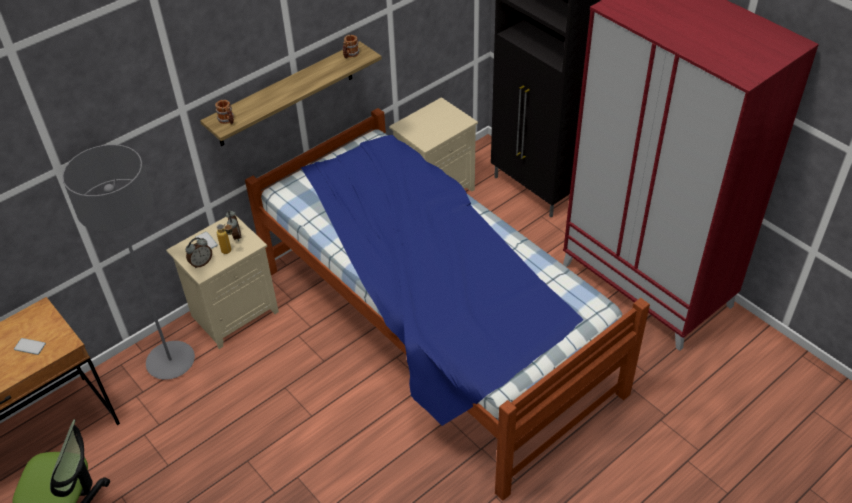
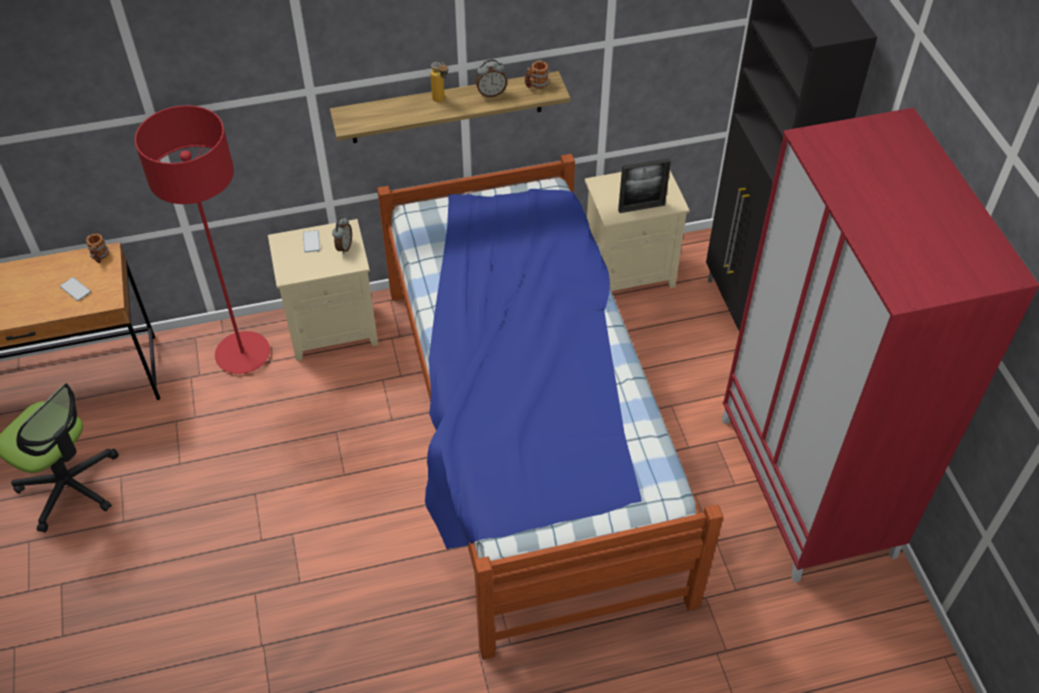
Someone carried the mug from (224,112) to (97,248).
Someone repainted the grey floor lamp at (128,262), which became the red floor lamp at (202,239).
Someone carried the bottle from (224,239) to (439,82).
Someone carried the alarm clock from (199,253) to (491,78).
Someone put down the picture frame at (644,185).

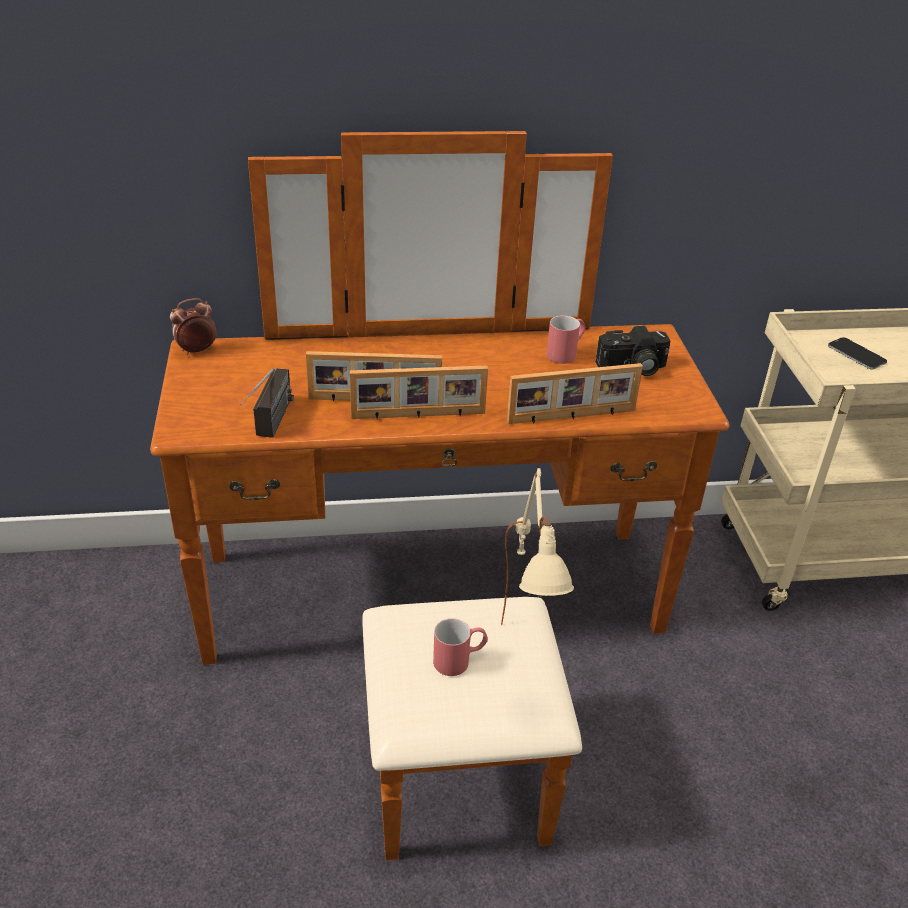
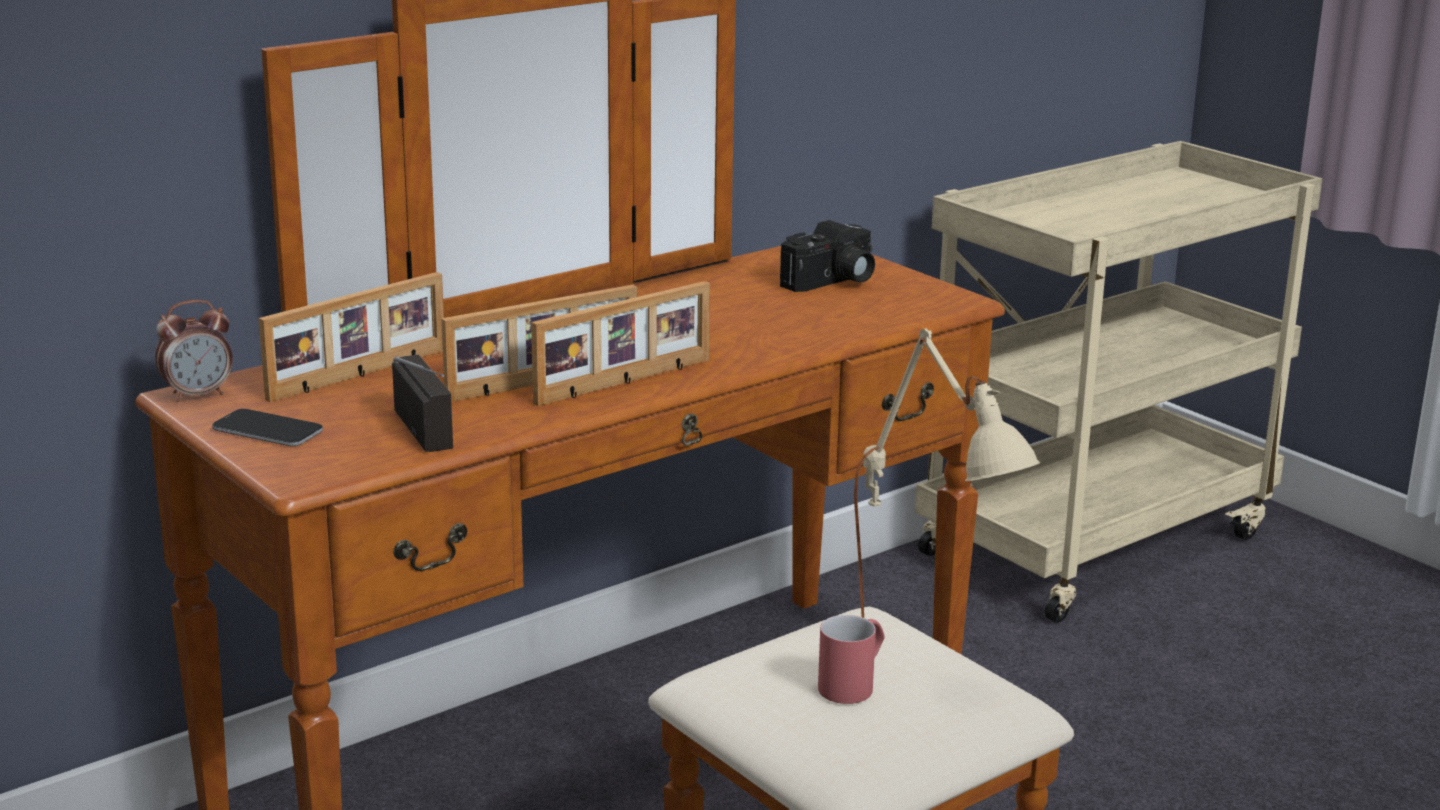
Someone rotated the alarm clock at (193,326) by 150 degrees counterclockwise.
Someone took away the red mug at (566,339).
Someone carried the phone from (857,353) to (267,427).
Someone carried the picture frame from (575,393) to (351,337).

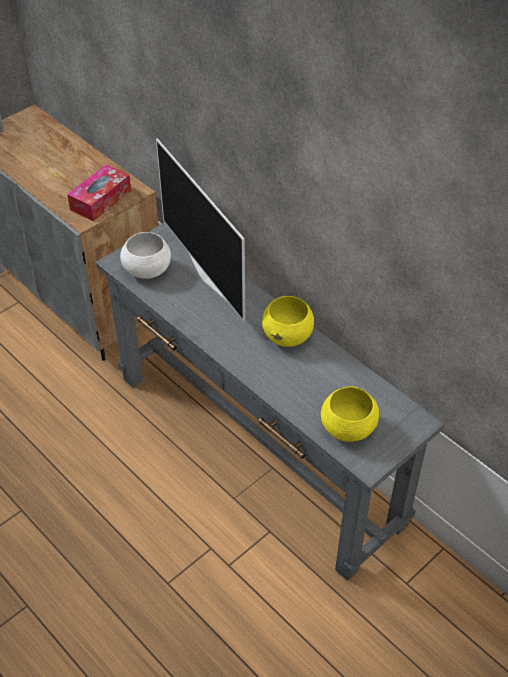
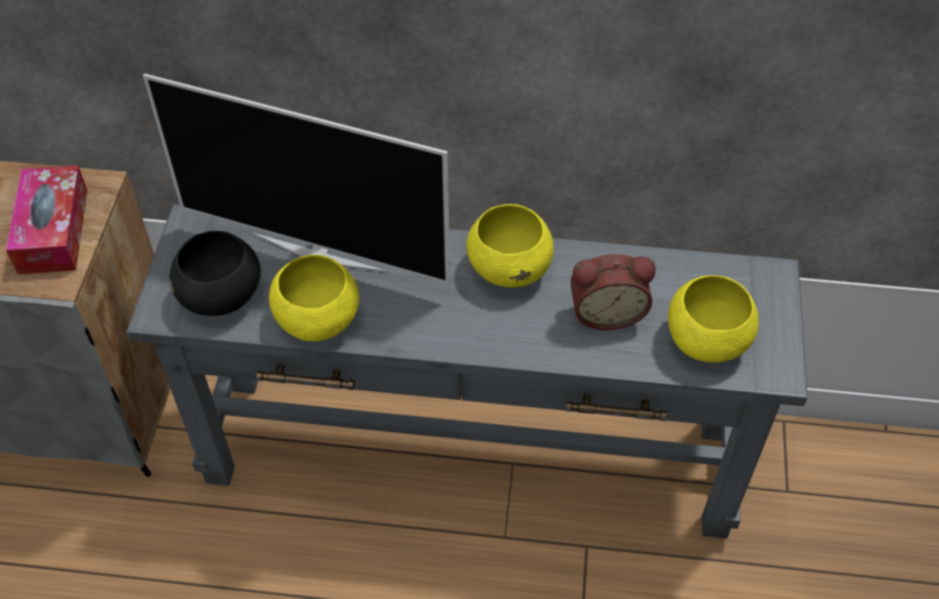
Someone repainted the white bowl at (145,255), which became the black bowl at (215,273).
Someone put down the alarm clock at (613,292).
Someone put down the yellow bowl at (314,298).

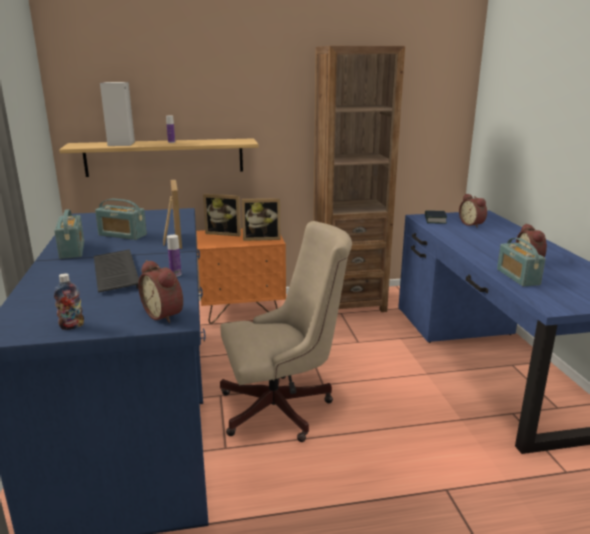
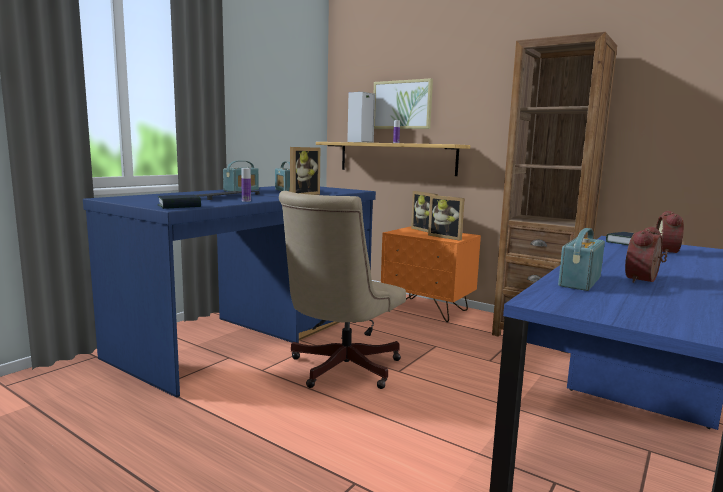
Someone rotated the beige office chair at (286,331) by 90 degrees clockwise.
Someone swapped the alarm clock at (160,291) for the book at (179,202).
Someone took away the bottle at (69,301).
Someone put up the picture at (403,103).

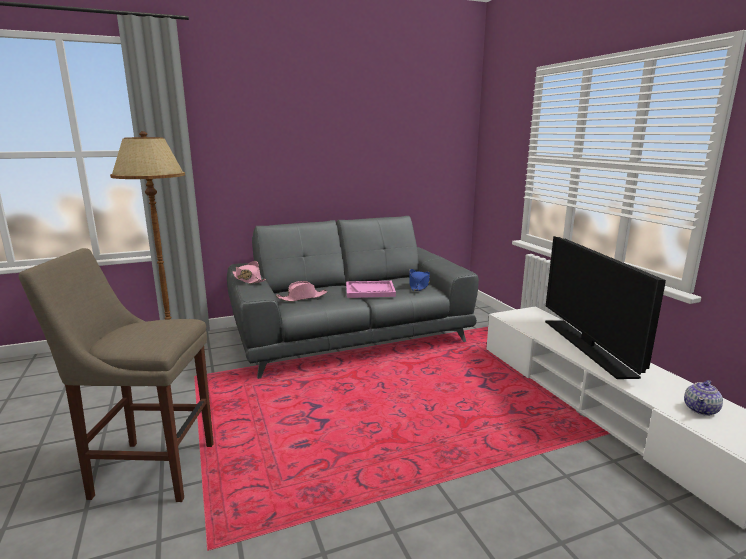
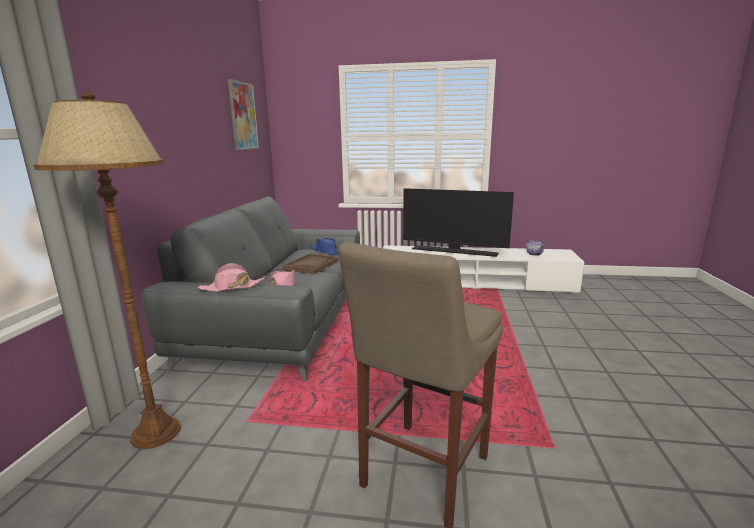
Someone repainted the pink tray at (371,289), which became the brown tray at (311,263).
Someone put up the picture at (243,114).

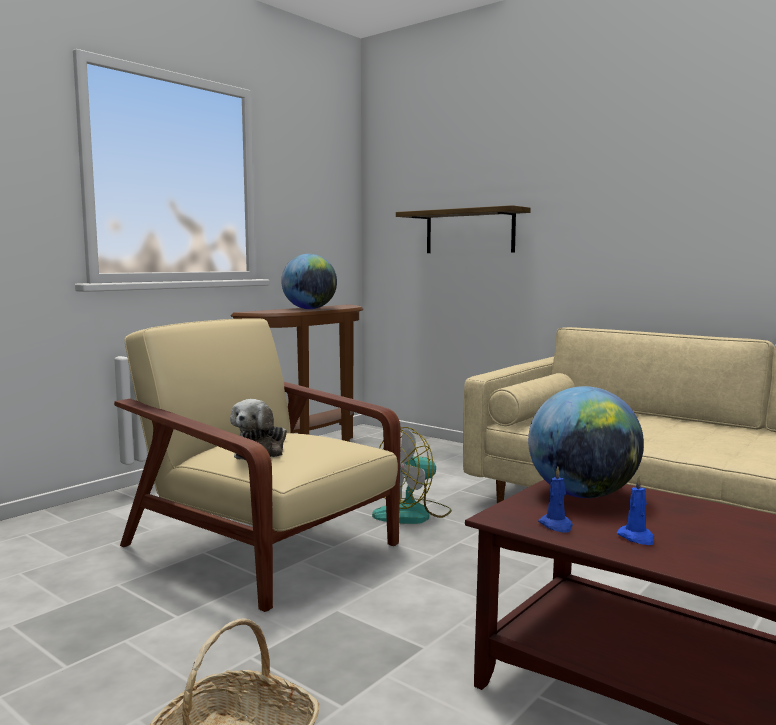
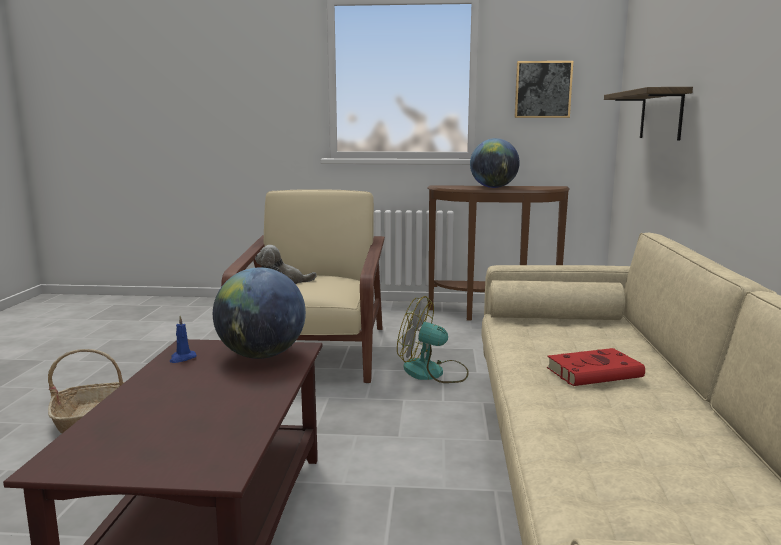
Someone took away the blue candle at (635,510).
Someone put up the picture at (543,89).
Someone put down the red book at (596,367).

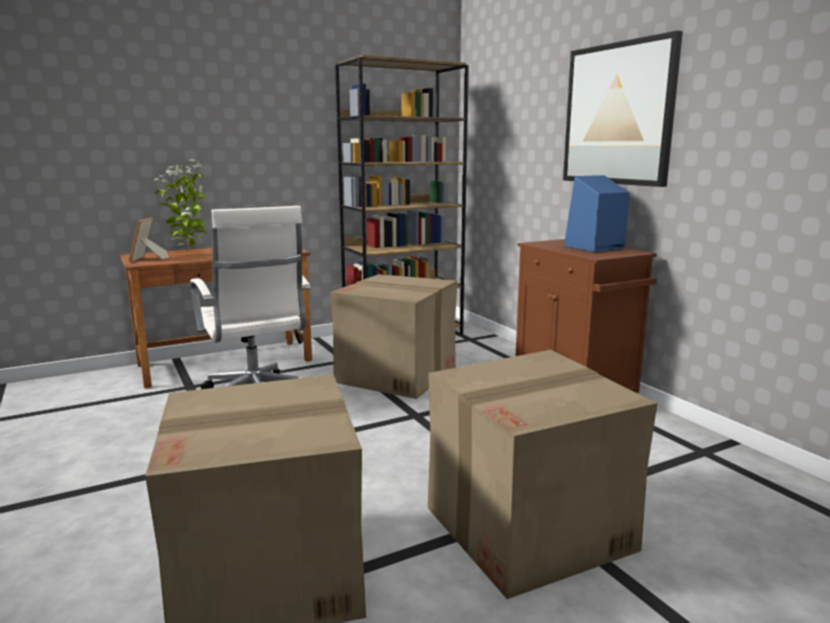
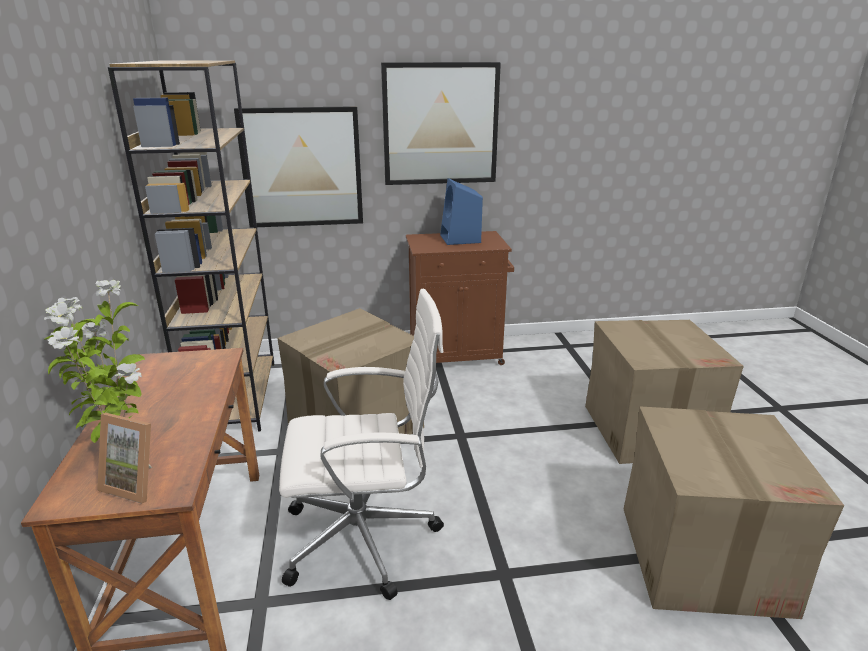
Someone put up the picture at (298,167).

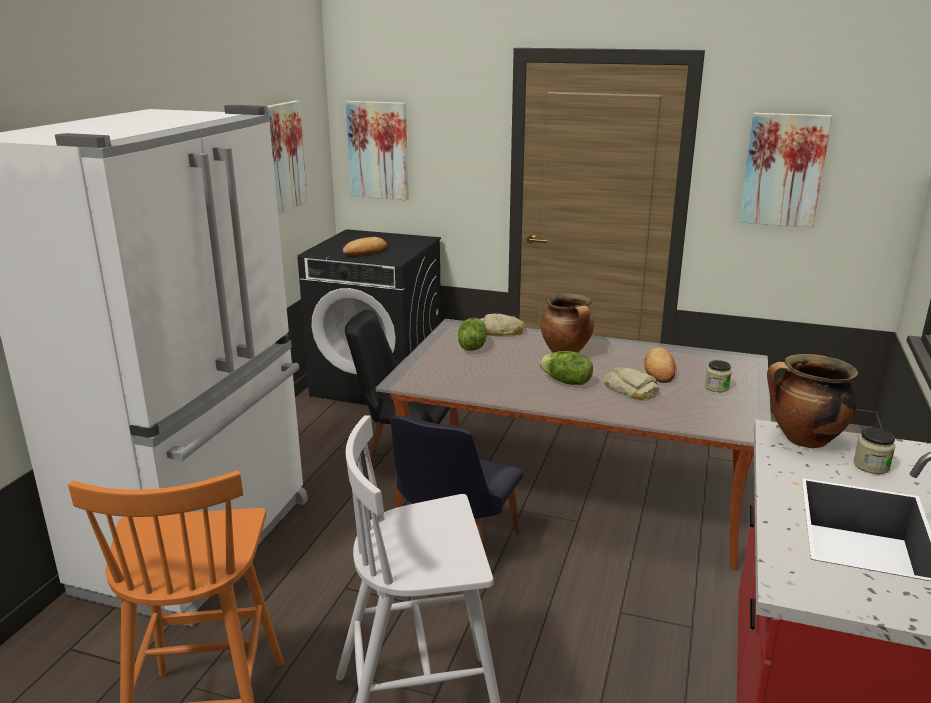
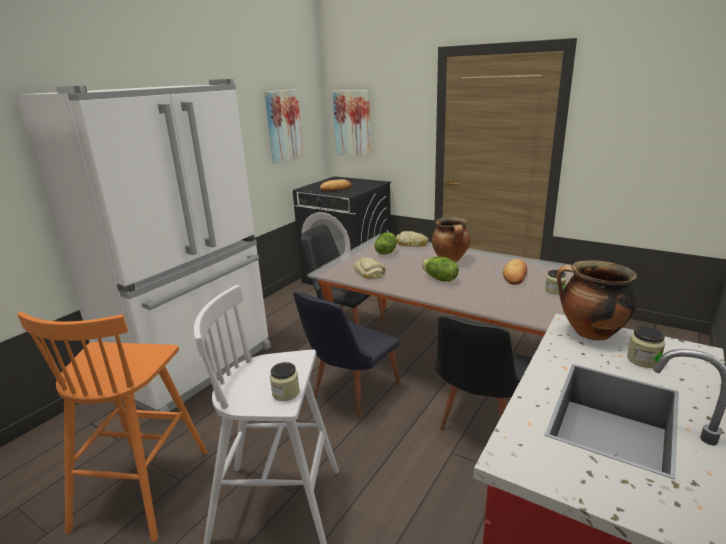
Someone took away the picture at (785,170).
Someone carried the bread from (631,383) to (369,268).
Someone put down the black chair at (483,372).
Someone put down the jar at (284,381).

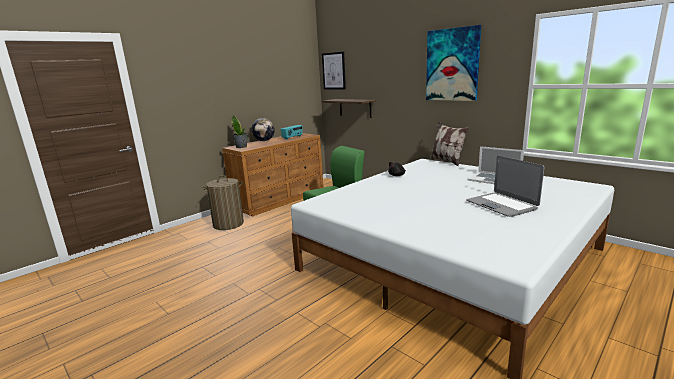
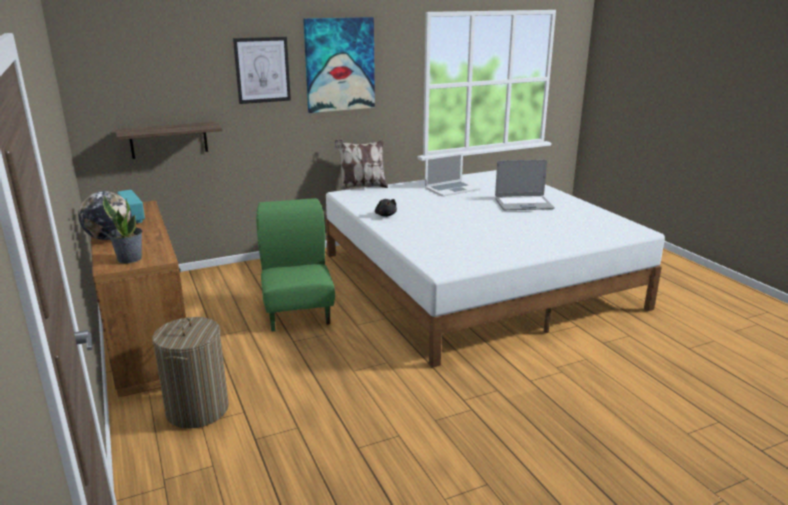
Someone carried the picture from (334,71) to (262,70).

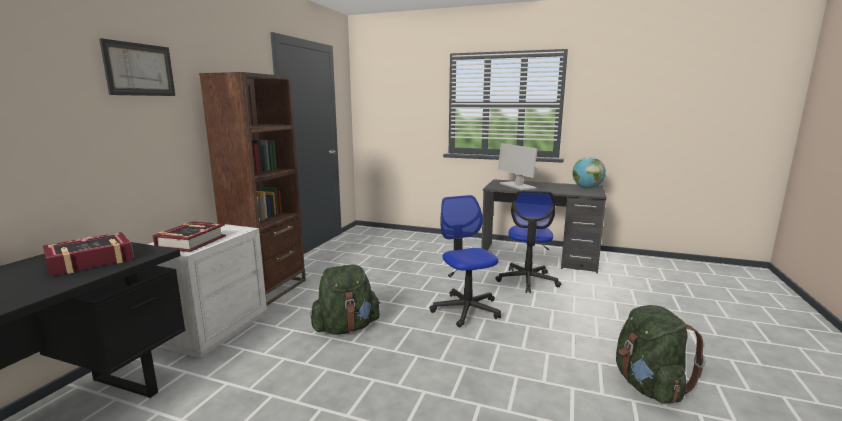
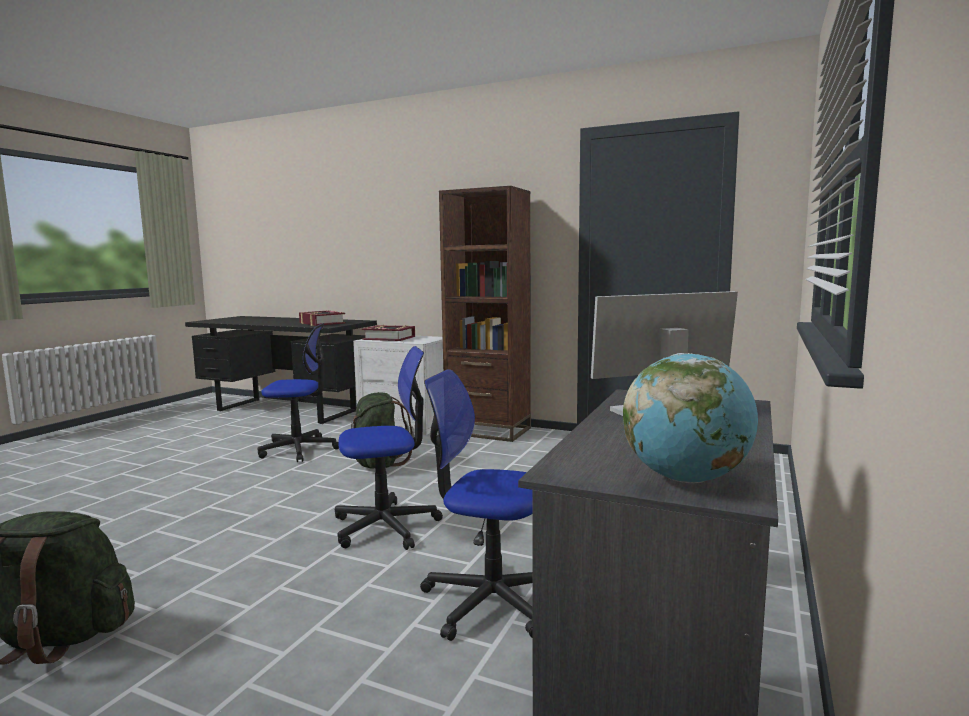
Someone took away the picture at (137,67).
Someone put down the office chair at (298,392).

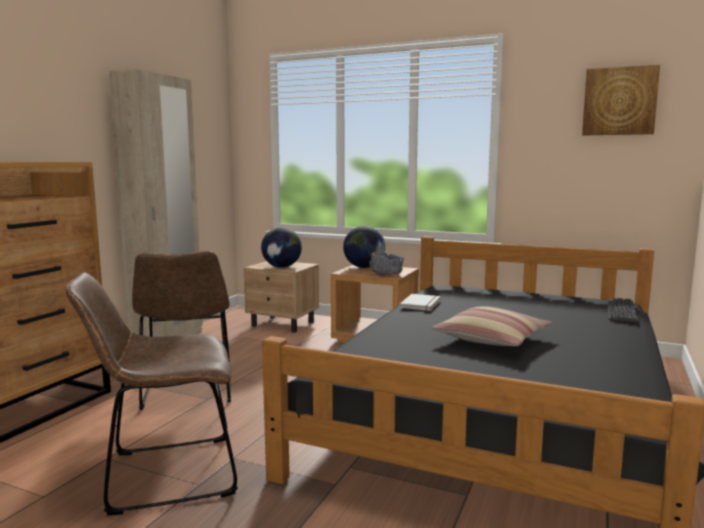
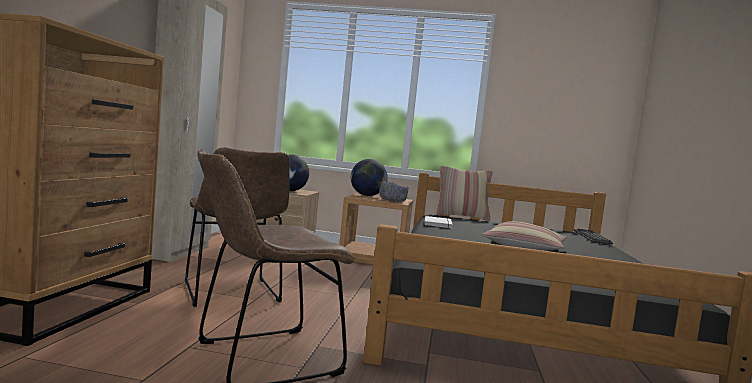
Someone took away the picture at (621,100).
Someone put down the pillow at (464,193).

